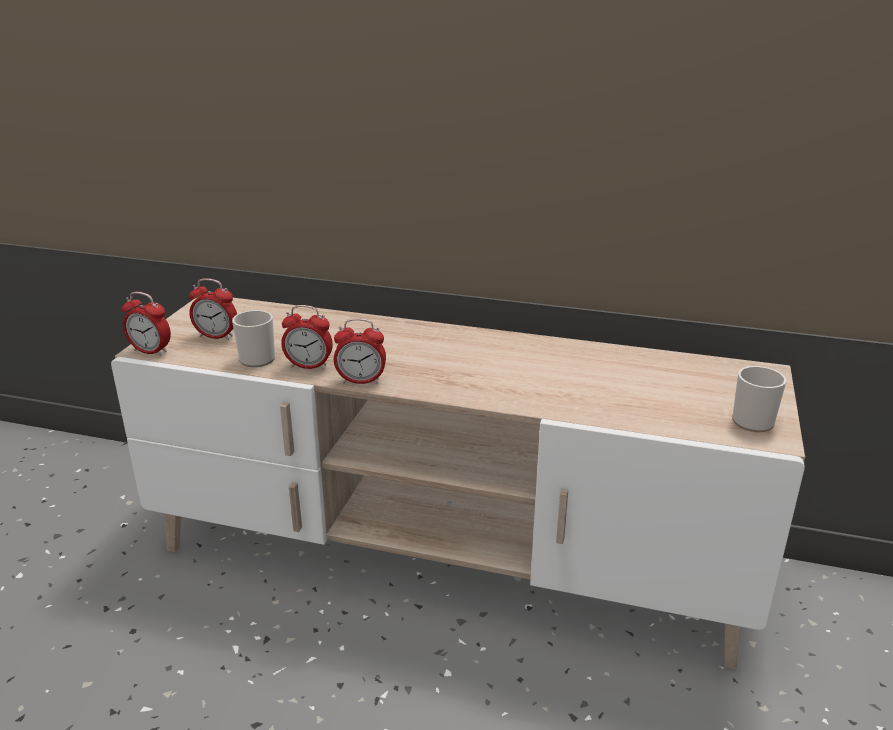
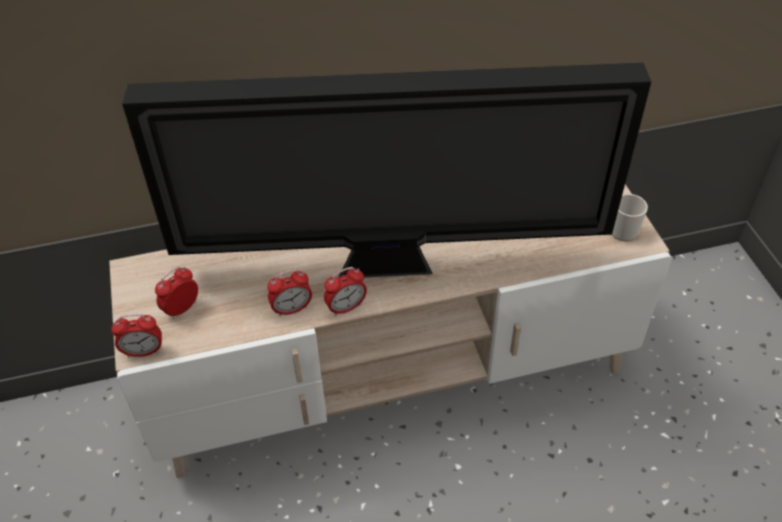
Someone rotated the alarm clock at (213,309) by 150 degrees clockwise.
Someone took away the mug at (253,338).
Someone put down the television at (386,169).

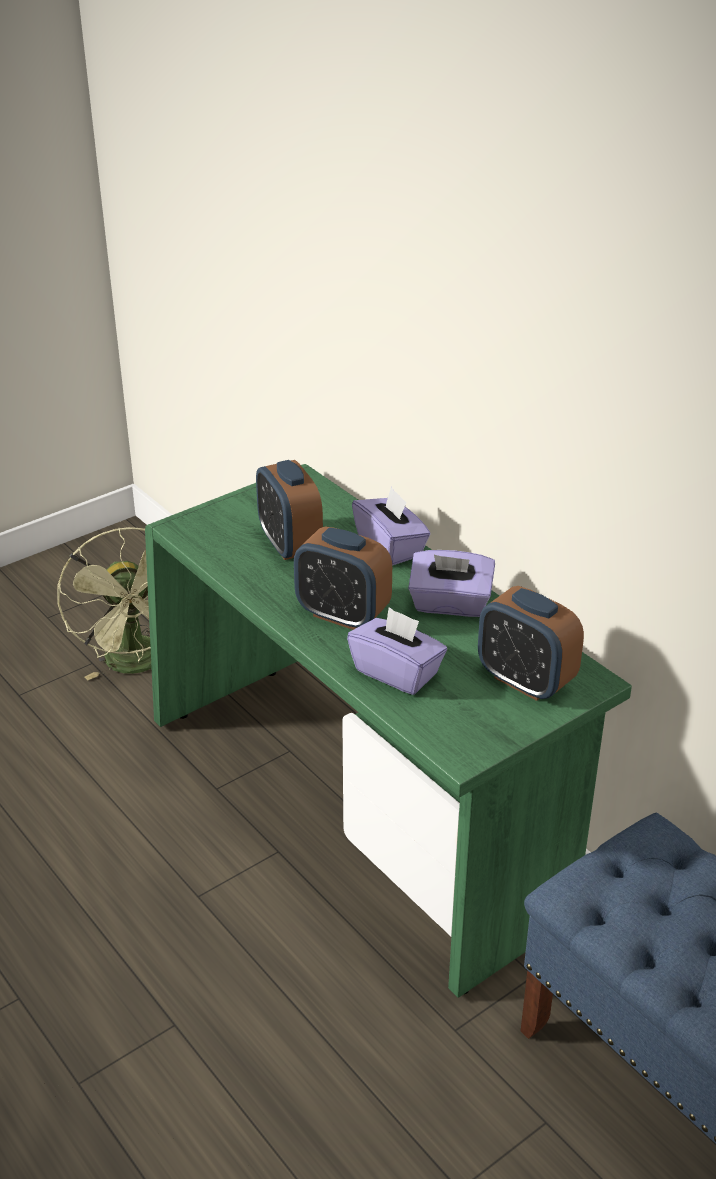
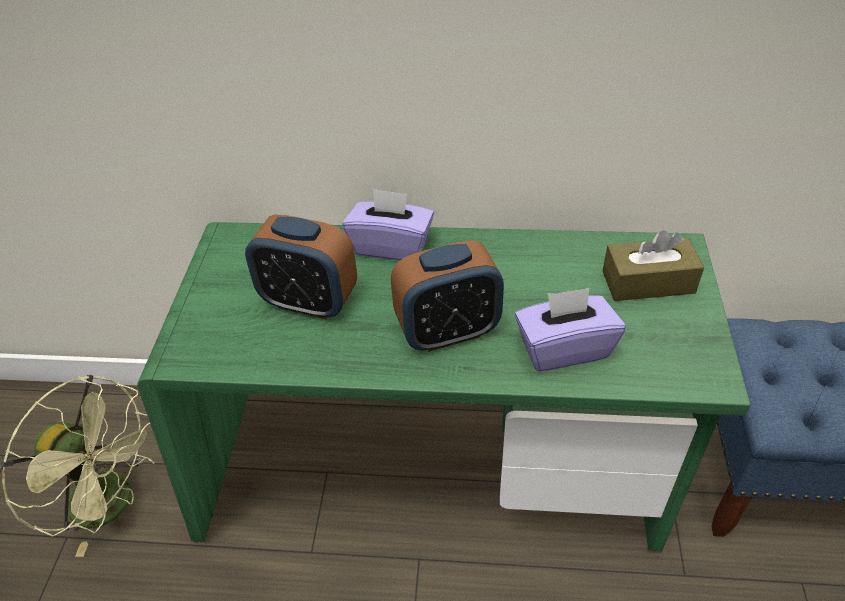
Someone took away the purple tissue box at (451,583).
Someone swapped the alarm clock at (531,643) for the brown tissue box at (653,265).

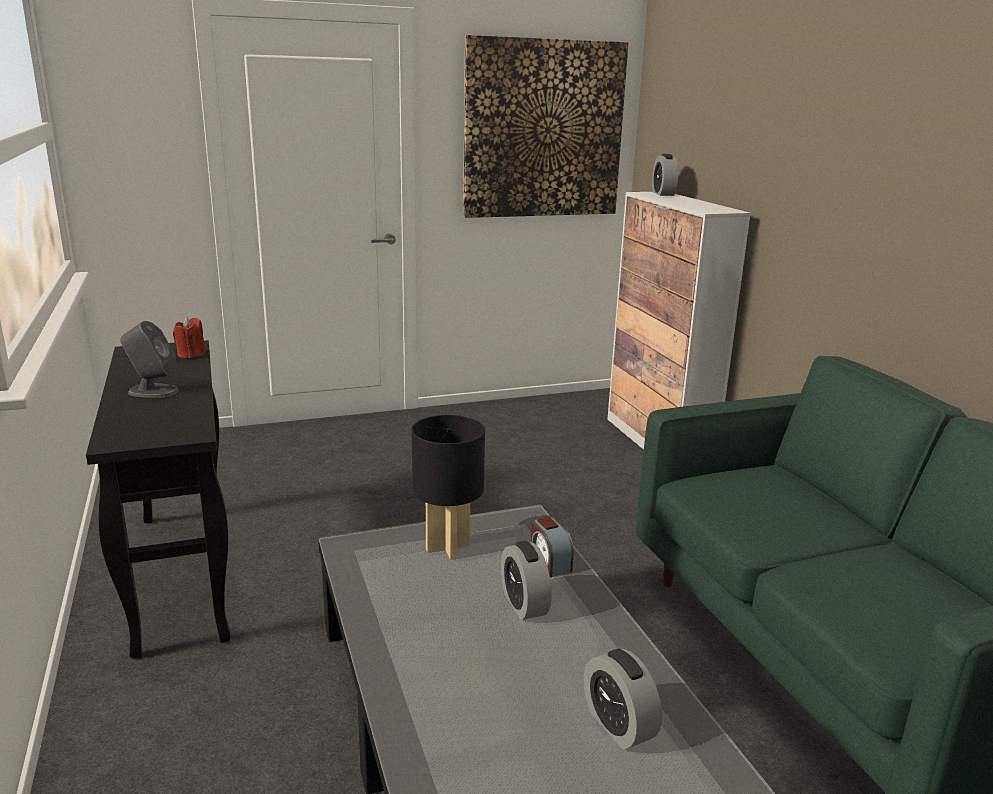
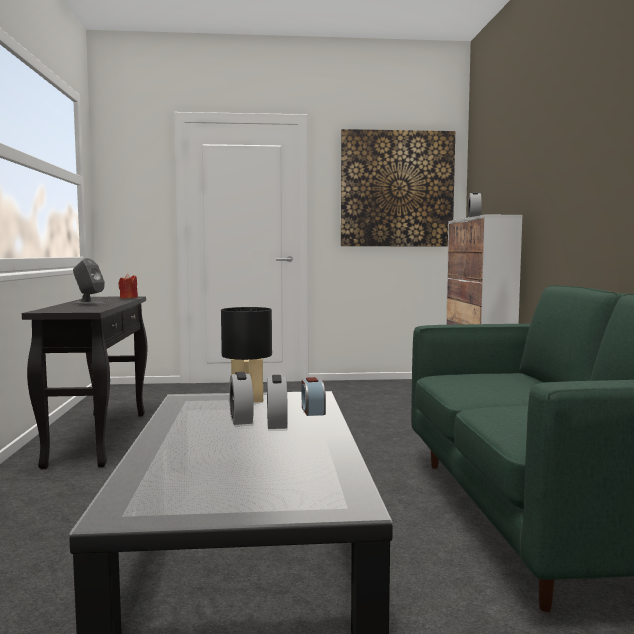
Someone carried the alarm clock from (623,699) to (241,398).

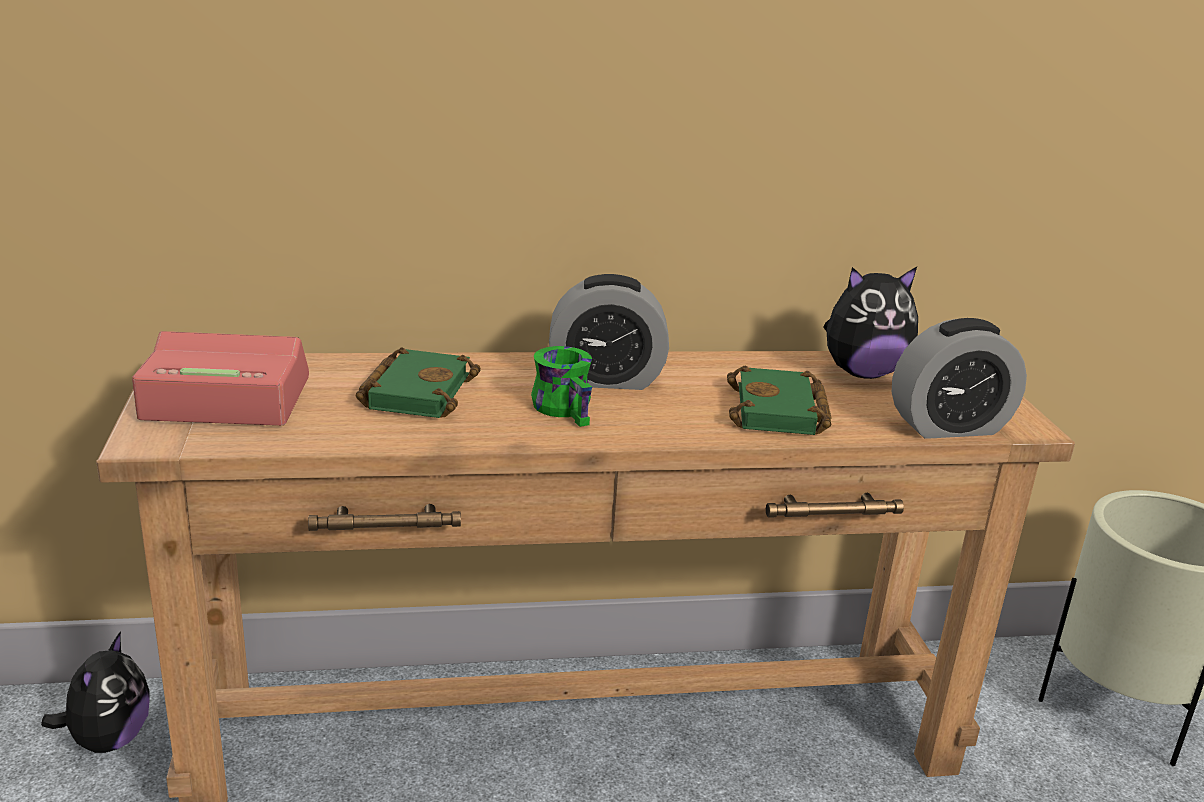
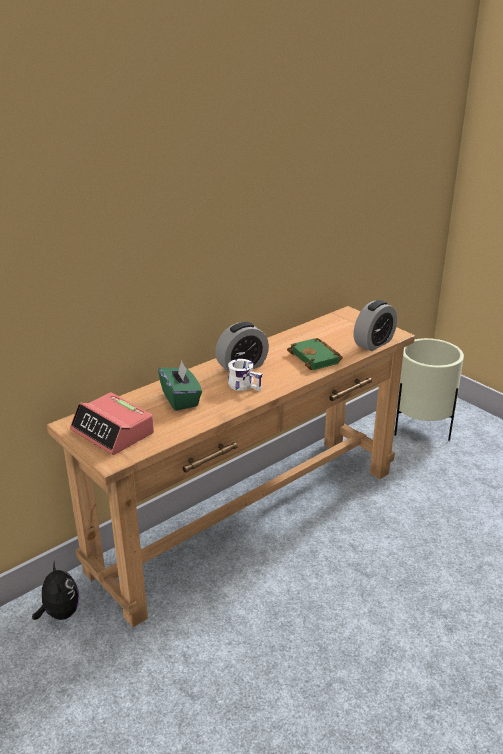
Someone took away the plush toy at (870,323).
Someone rotated the alarm clock at (220,378) by 105 degrees counterclockwise.
Someone repainted the green mug at (561,386), which became the white mug at (245,375).
Someone swapped the green book at (418,383) for the green tissue box at (180,386).

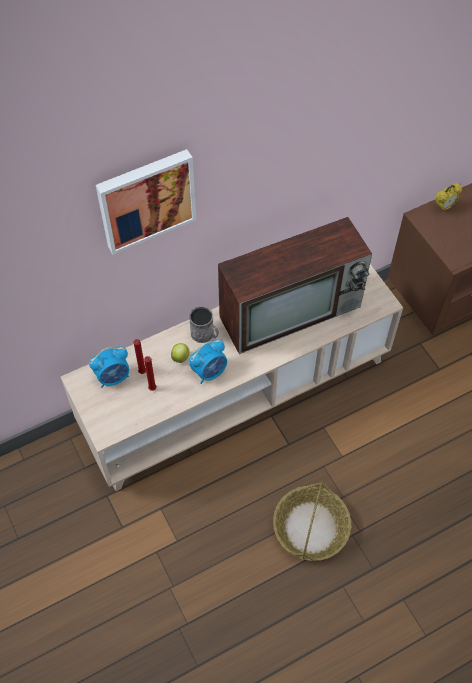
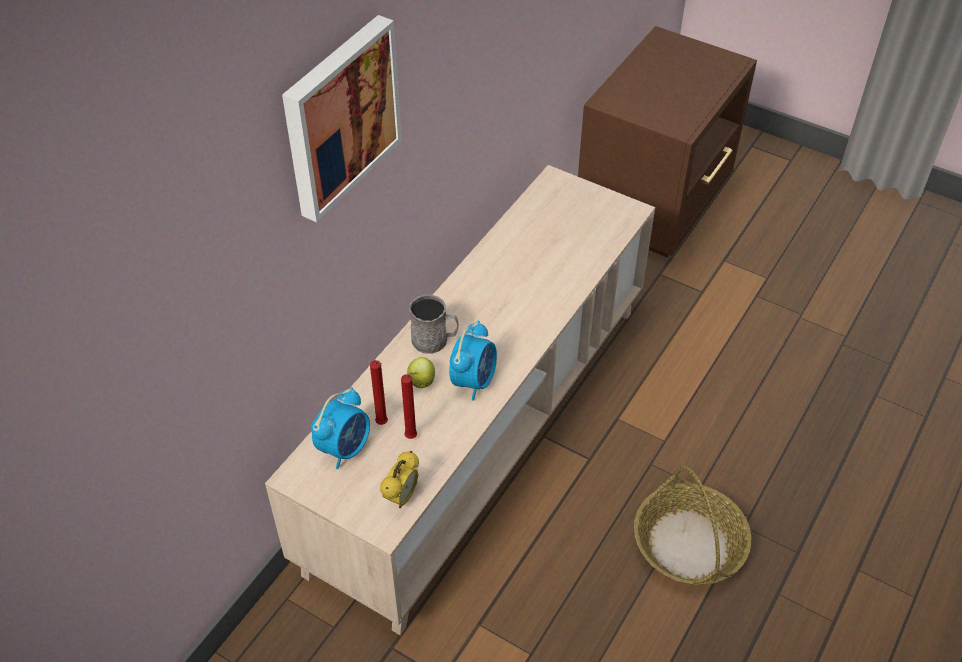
Someone carried the alarm clock from (448,197) to (399,479).
Someone took away the television at (295,285).

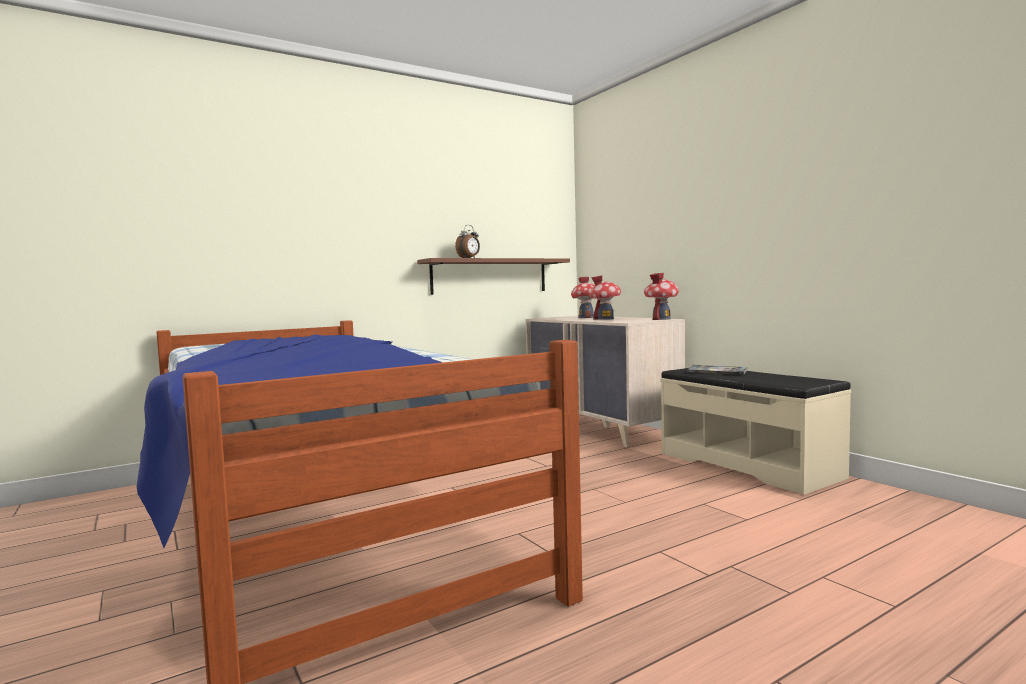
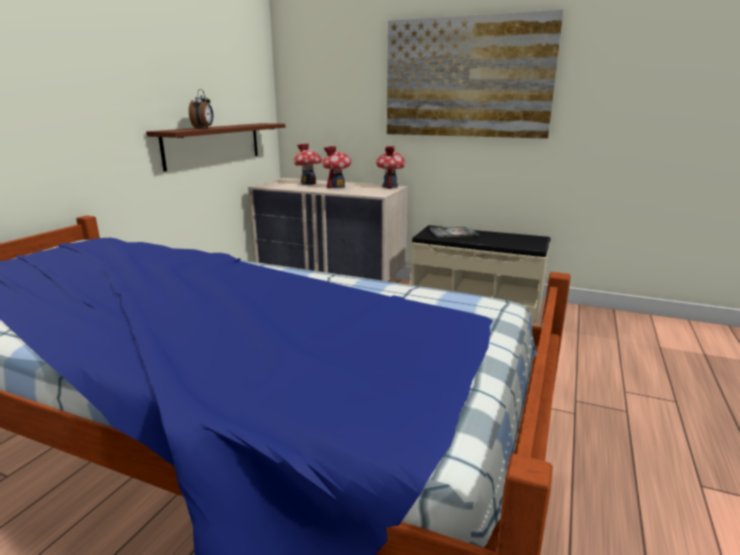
Someone put up the picture at (475,74).

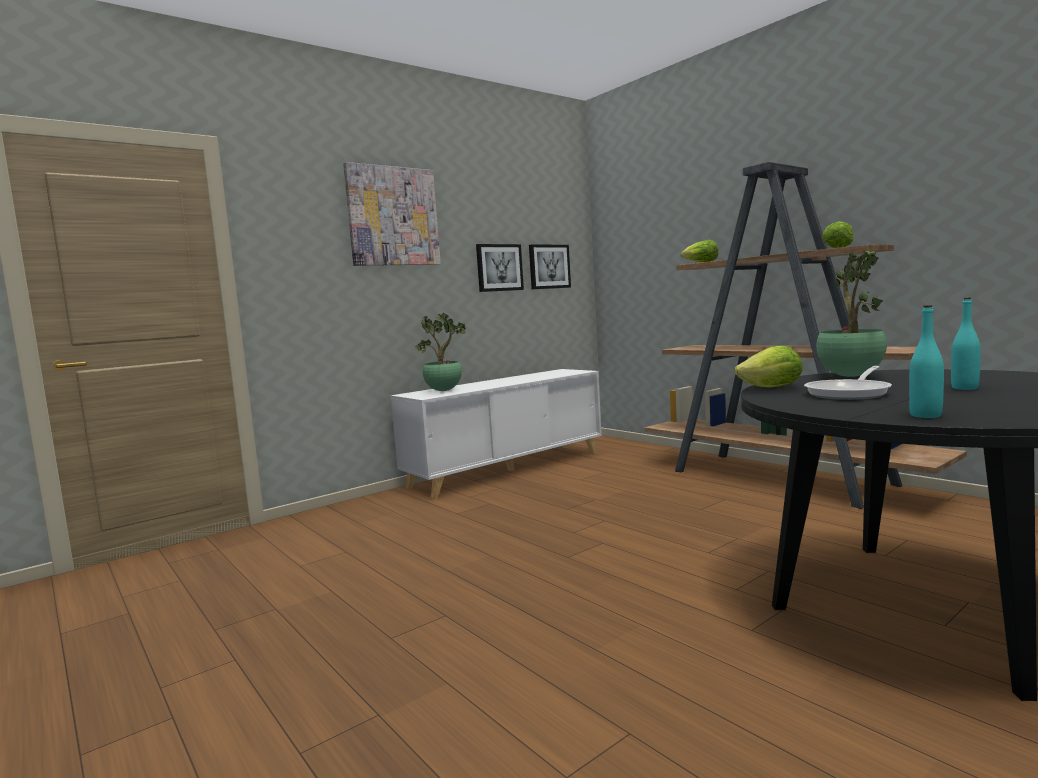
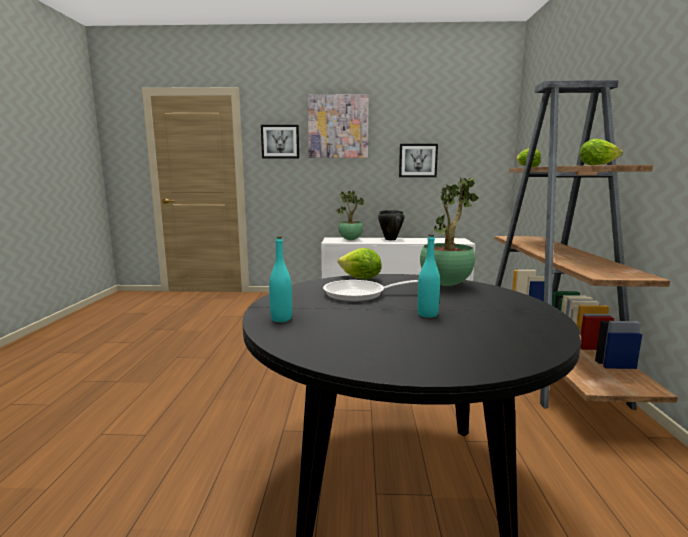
Someone carried the picture from (550,266) to (280,142).
Someone put down the black cooking pot at (391,225).

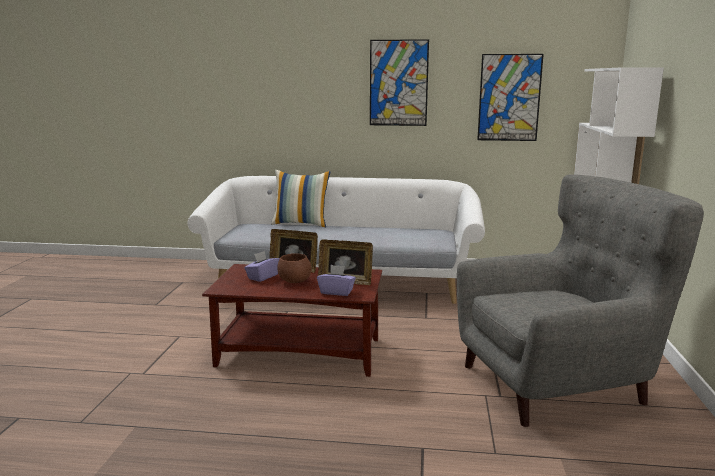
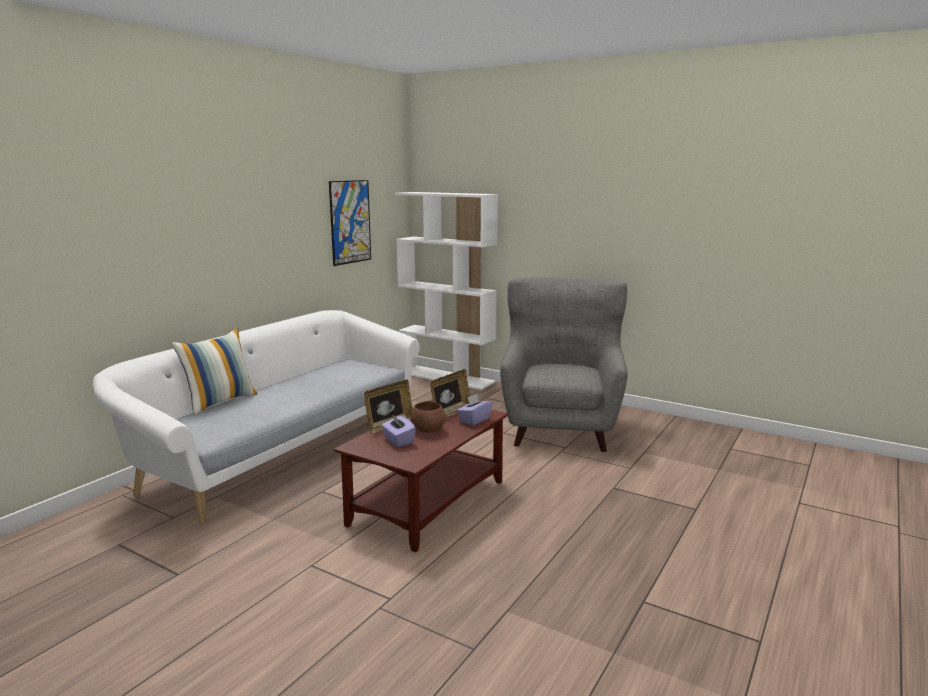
Someone took away the picture at (399,82).

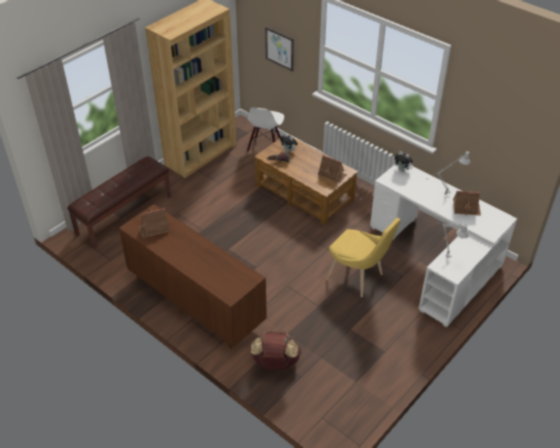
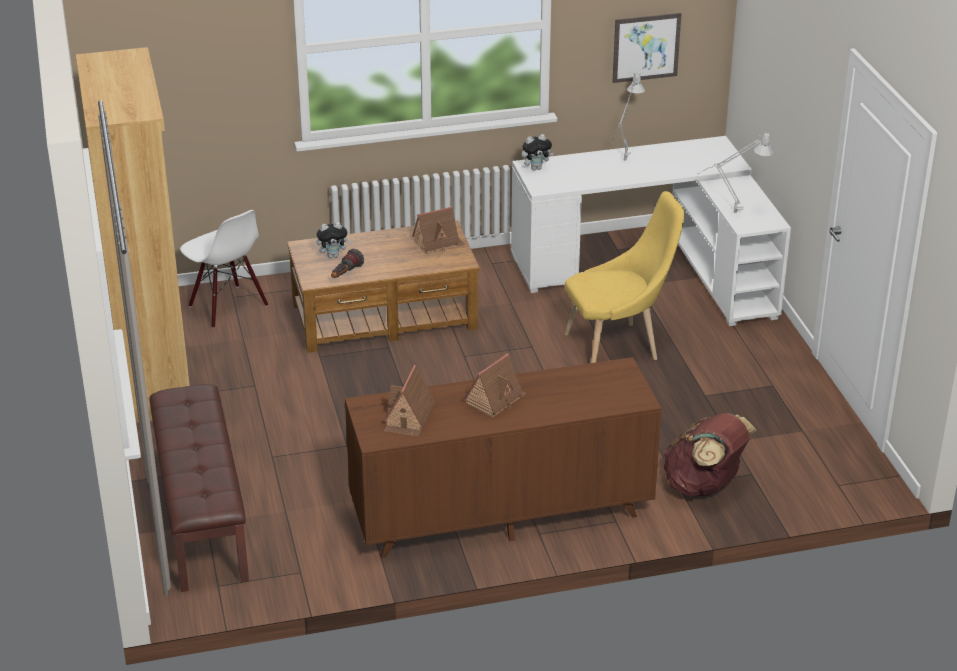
Someone carried the picture from (279,49) to (647,48).
Someone carried the toy house from (467,203) to (494,385).

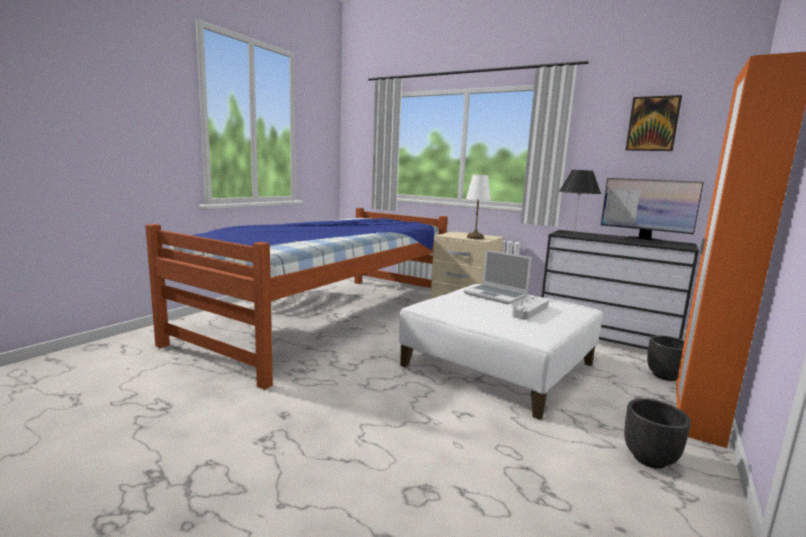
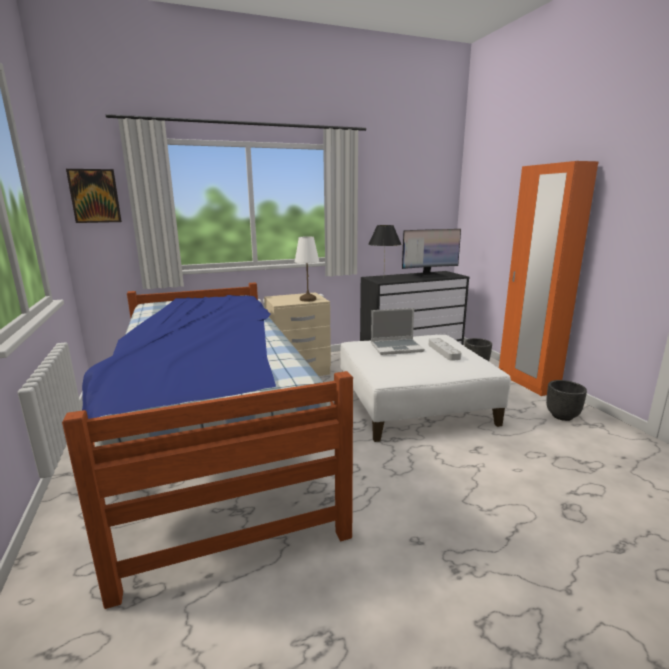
Someone carried the picture from (654,123) to (94,196).

